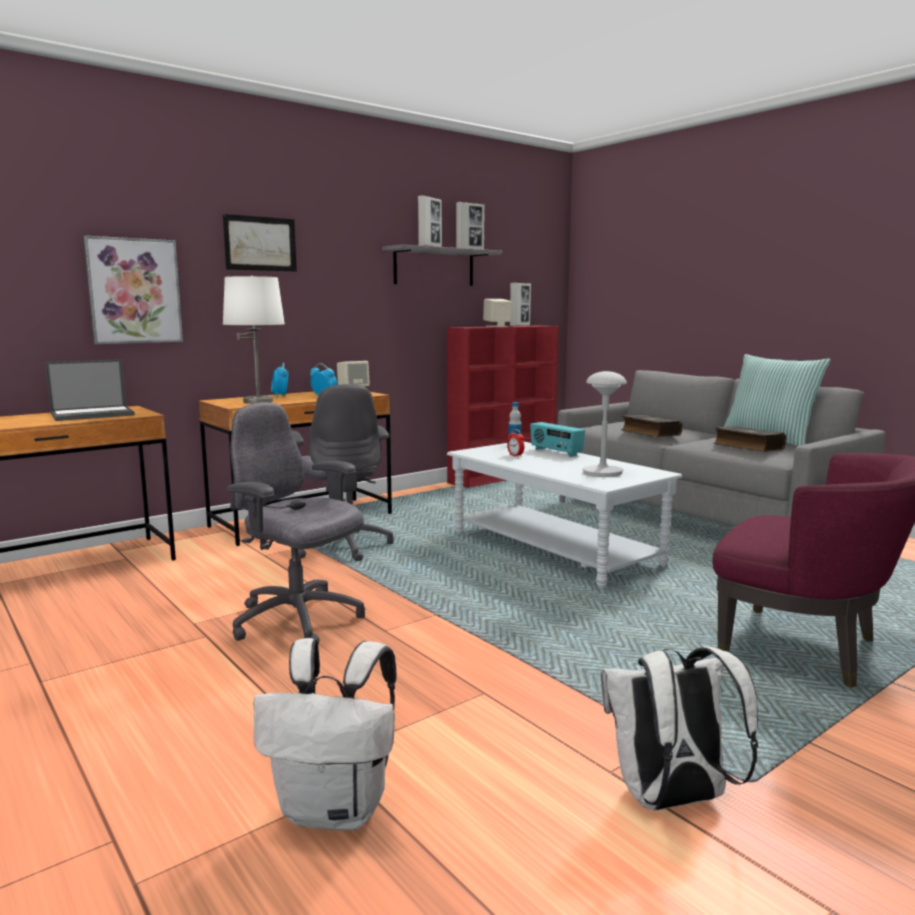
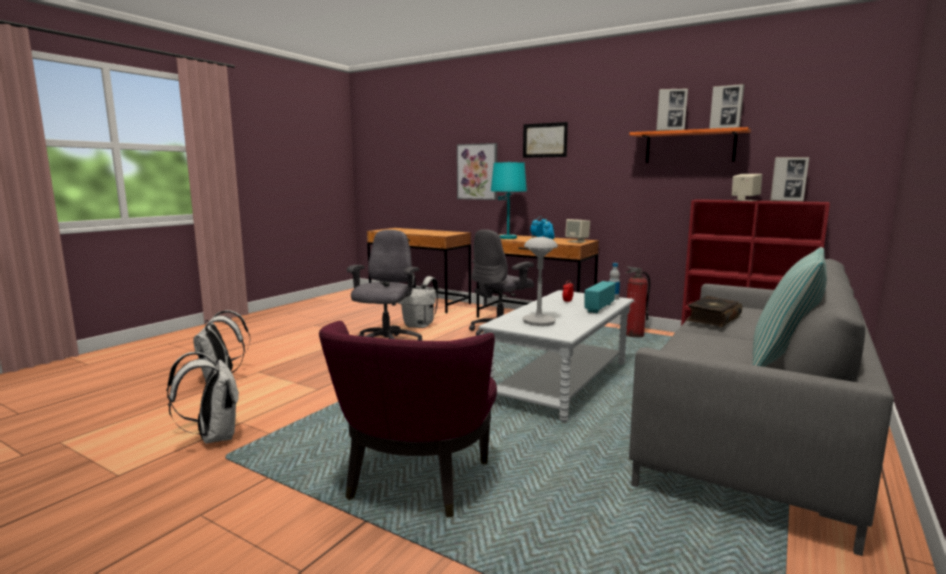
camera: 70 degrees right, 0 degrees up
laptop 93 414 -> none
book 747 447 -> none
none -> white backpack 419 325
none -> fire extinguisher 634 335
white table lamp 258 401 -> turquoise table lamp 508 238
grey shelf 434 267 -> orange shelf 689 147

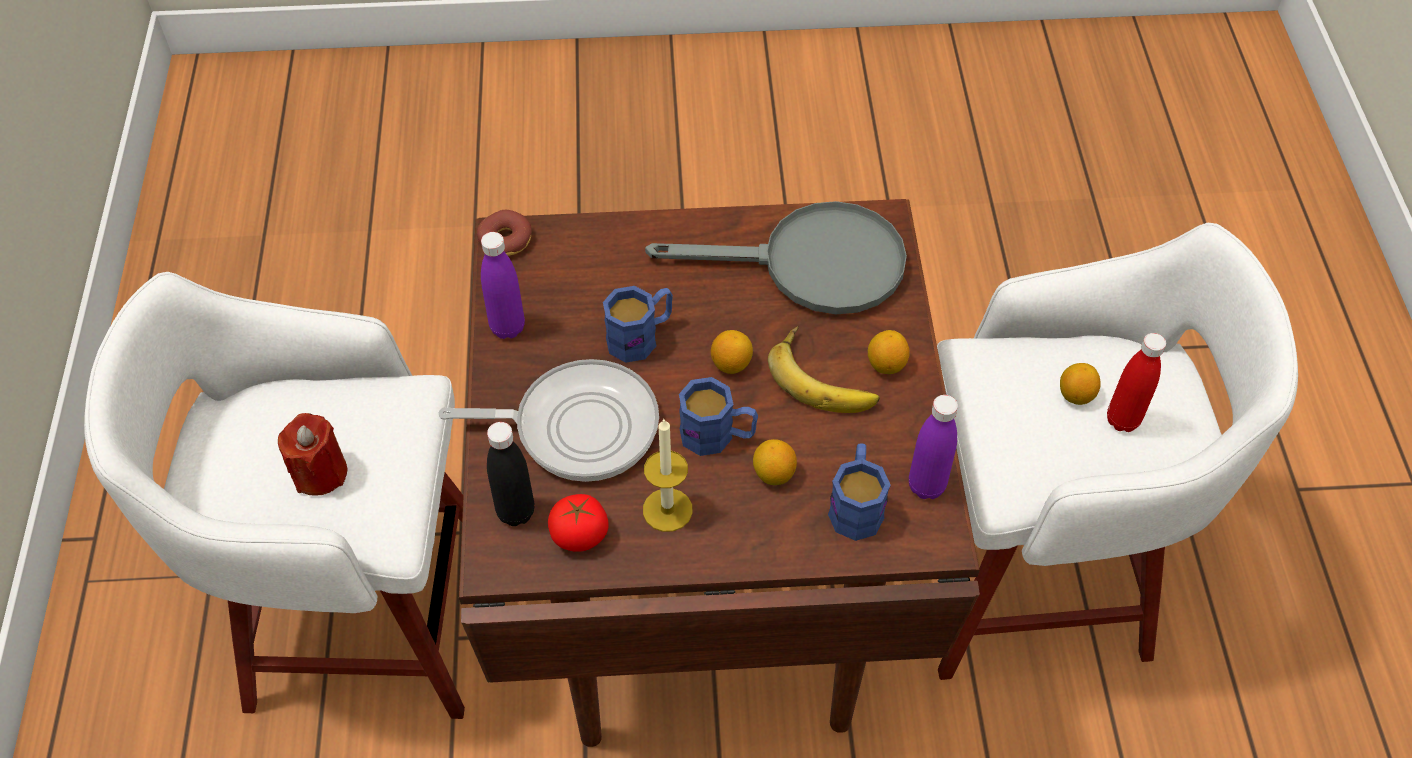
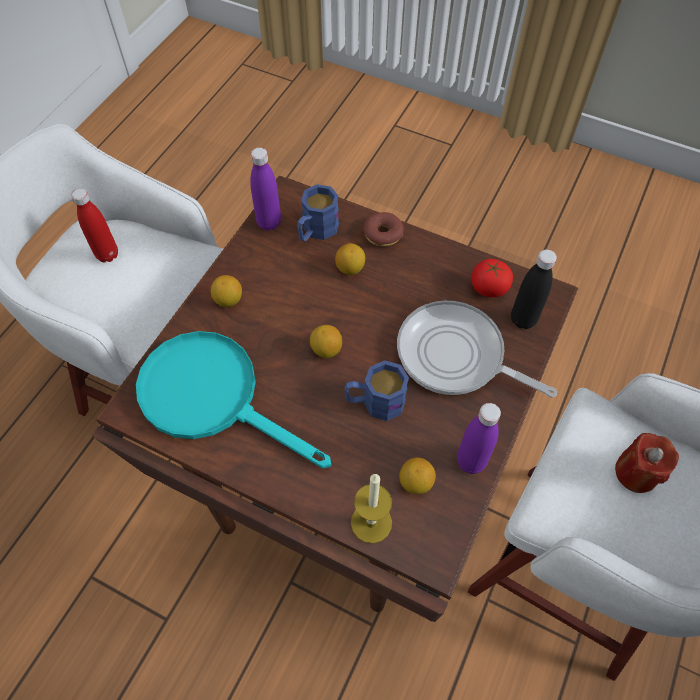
camera: 150 degrees left, 5 degrees up
blue mug 717 435 -> none
banana 824 377 -> none
donut 506 239 -> donut 383 234, move
candle 667 510 -> candle 371 522, move
lemon 1075 395 -> lemon 415 482, move
grey frying pan 812 265 -> turquoise frying pan 214 397

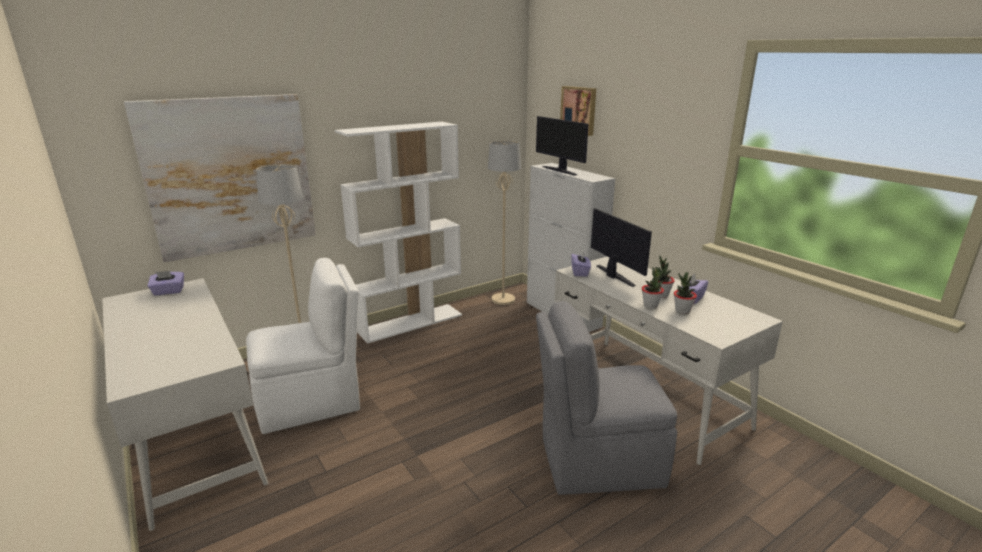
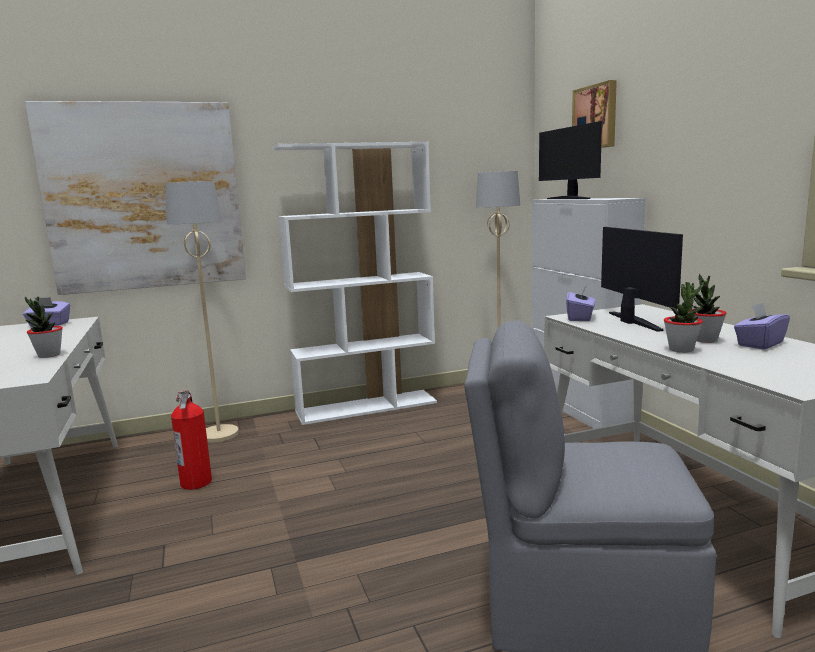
camera: 15 degrees right, 10 degrees down
potted plant 682 311 -> potted plant 49 355, move
white chair 311 402 -> fire extinguisher 197 482

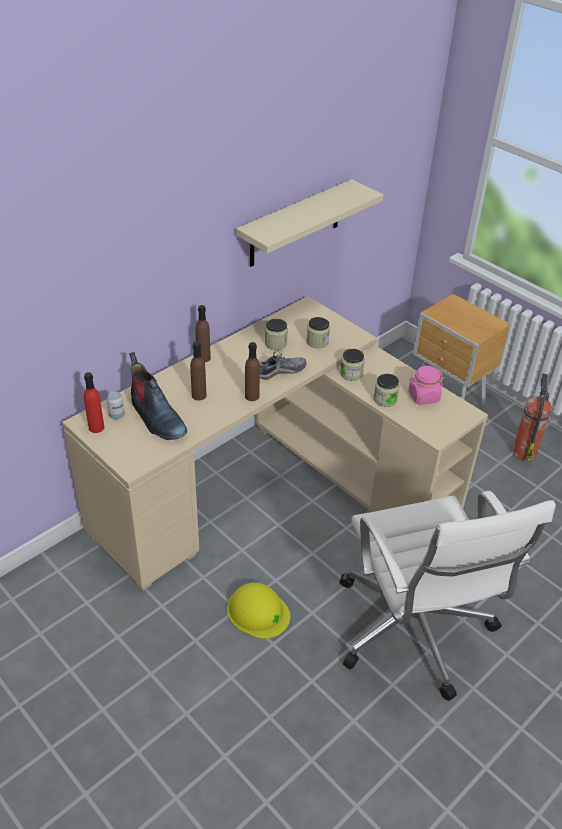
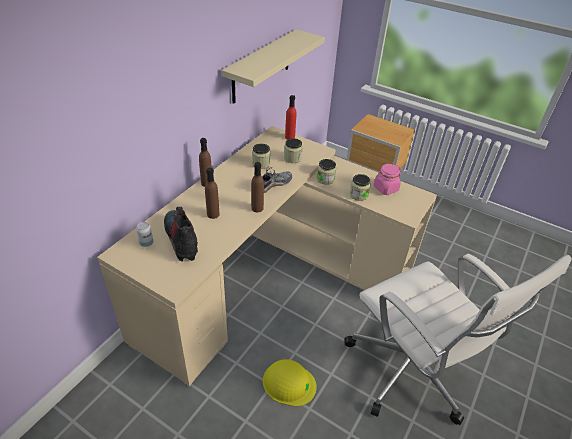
camera: 15 degrees left, 0 degrees up
fire extinguisher 523 452 -> none
red bottle 96 427 -> red bottle 290 137, move
boot 156 418 -> boot 182 239, 150 degrees counterclockwise

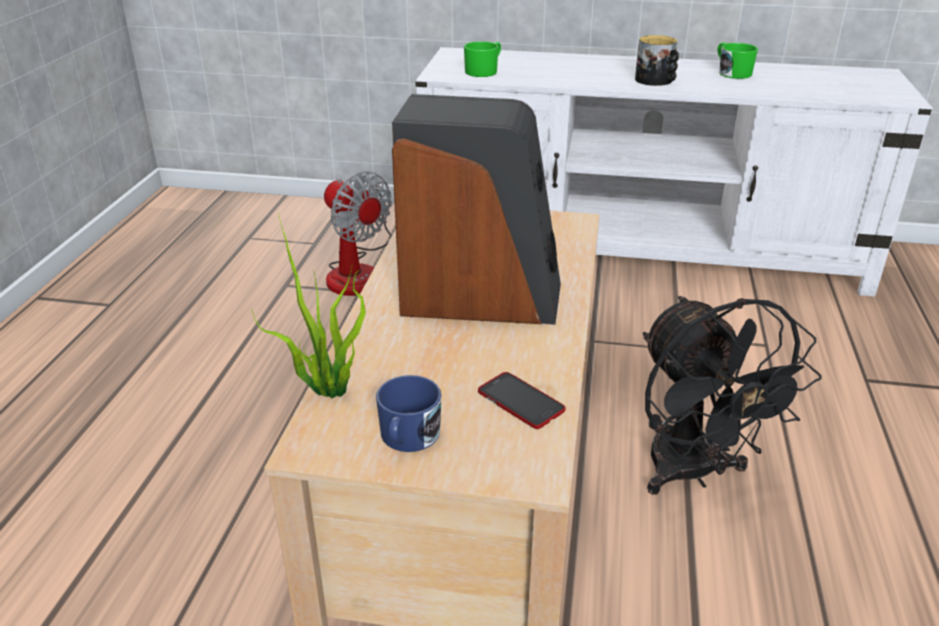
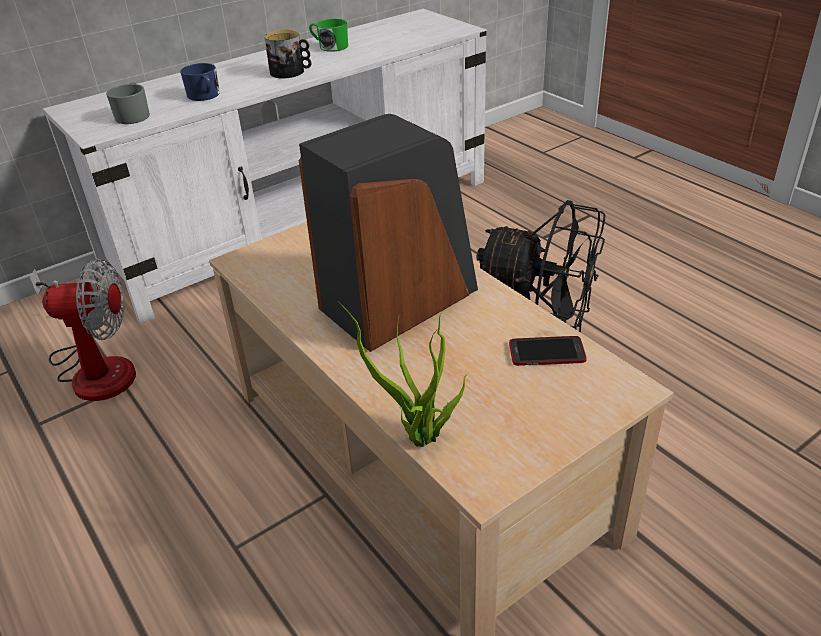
camera: 45 degrees left, 5 degrees up
blue mug 407 438 -> blue mug 205 96, move
green mug 484 71 -> grey mug 134 115

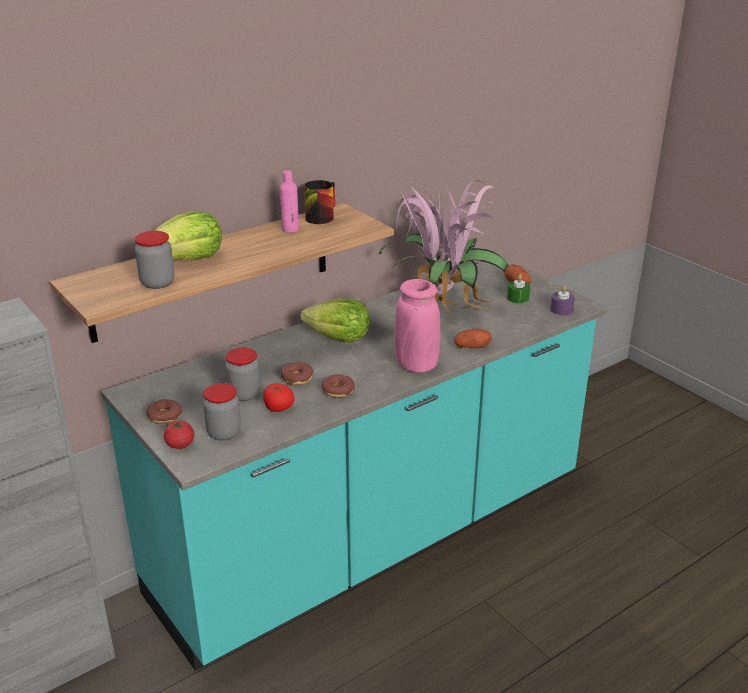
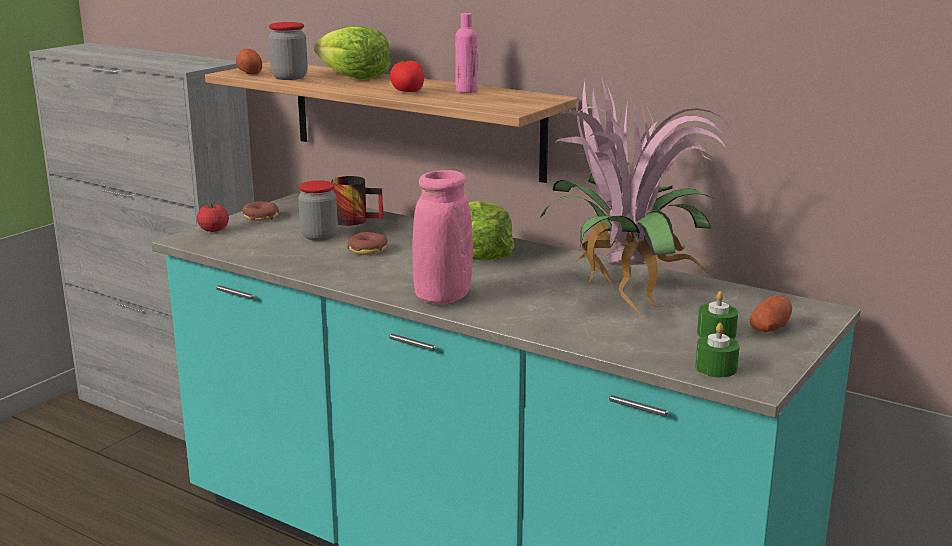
camera: 70 degrees right, 10 degrees down
jar 224 433 -> none
donut 338 391 -> none
tomato 278 408 -> tomato 408 92, move
mug 320 216 -> mug 357 219, move
potato 472 347 -> potato 249 73, move
purple candle 561 309 -> green candle 716 368

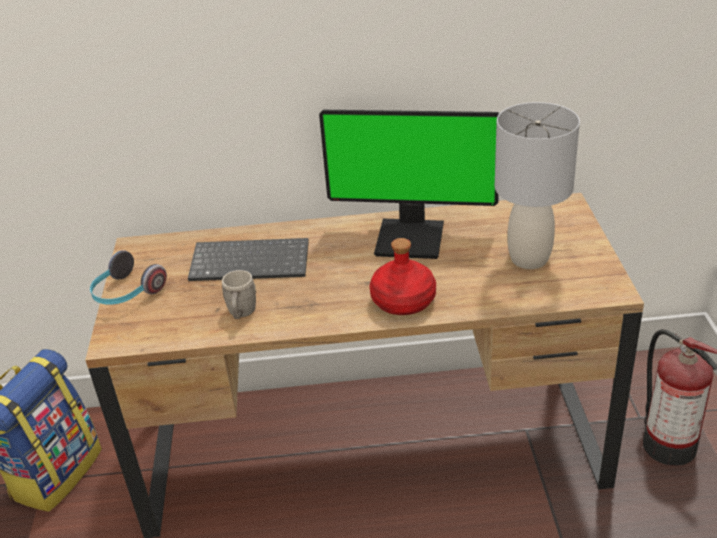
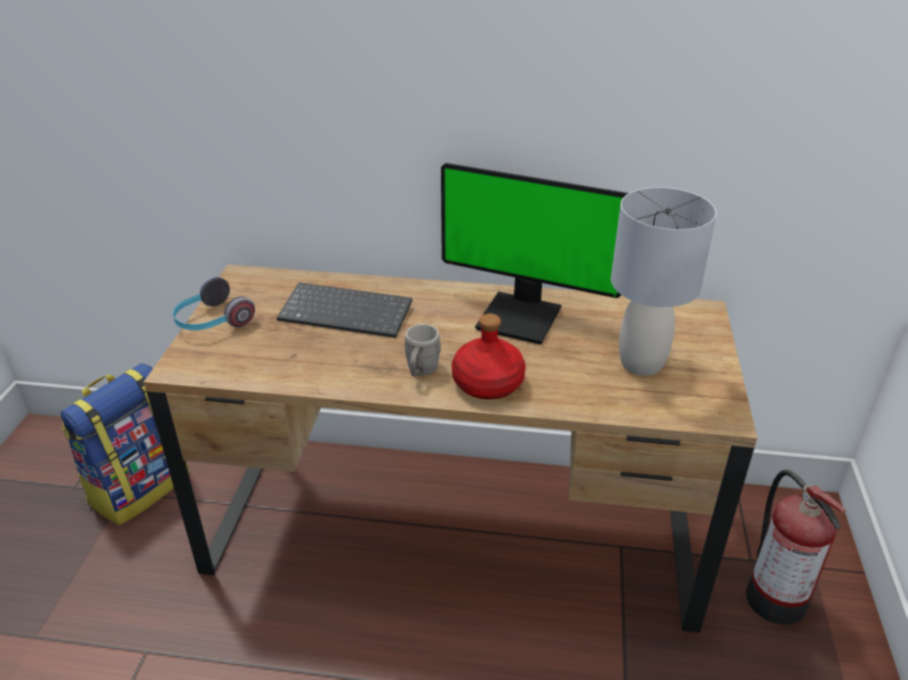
camera: 10 degrees right, 0 degrees up
grey mug 241 313 -> grey mug 421 371, move

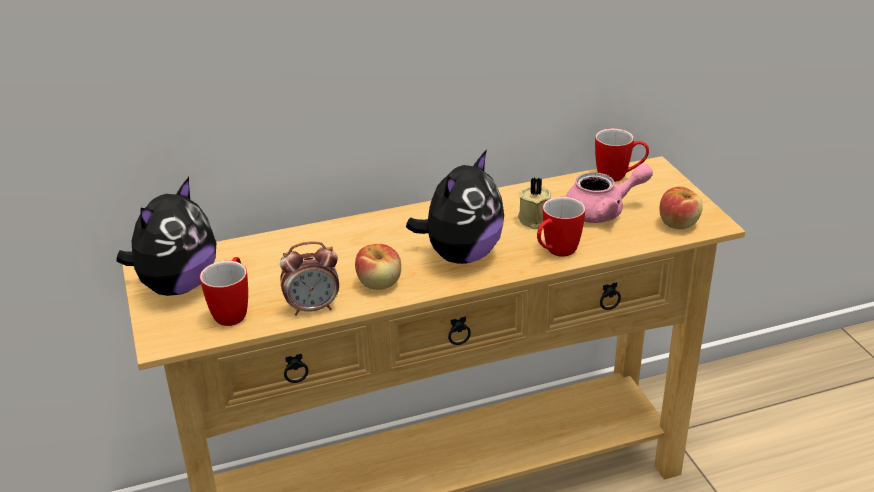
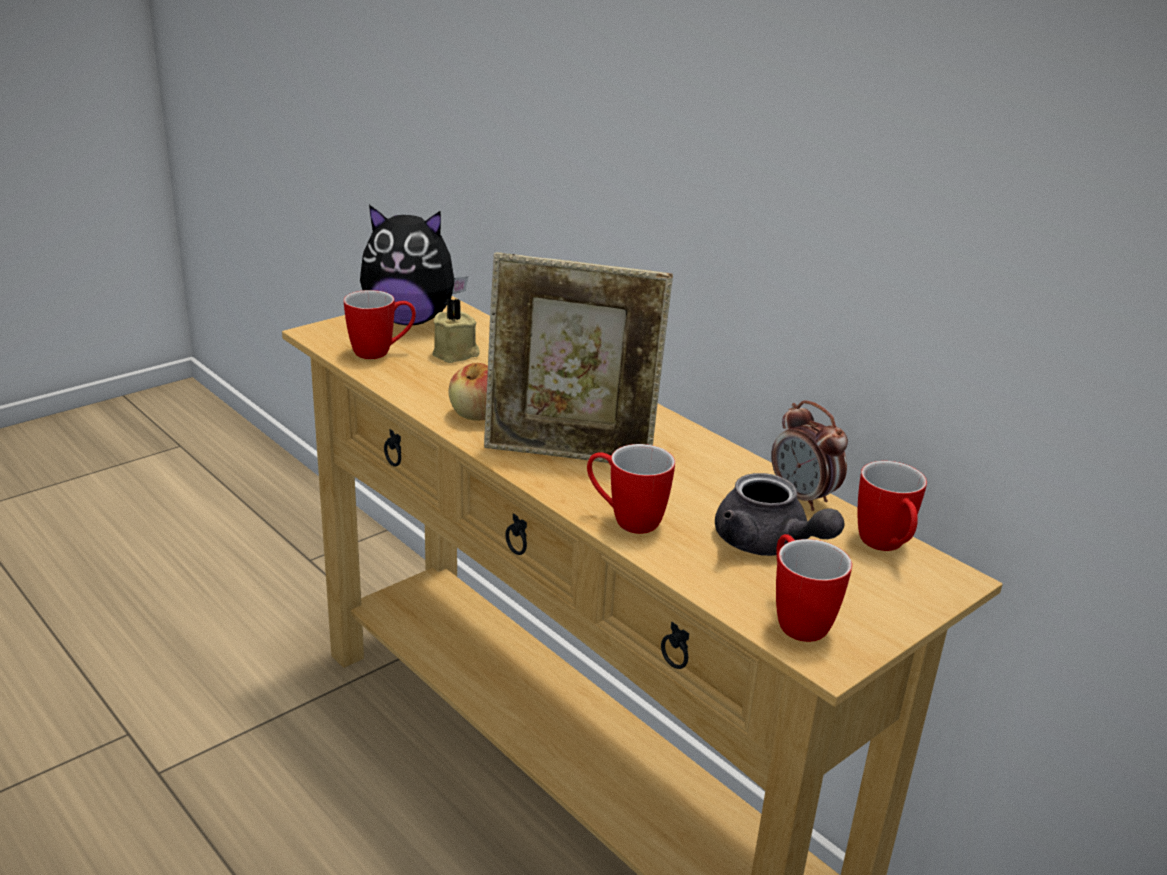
camera: 65 degrees right, 5 degrees down
alarm clock 313 308 -> alarm clock 803 498, move
beige candle 536 219 -> beige candle 456 354, move
plush toy 461 255 -> picture frame 570 454
apple 678 223 -> mug 795 619
pink teapot 603 211 -> grey teapot 768 545

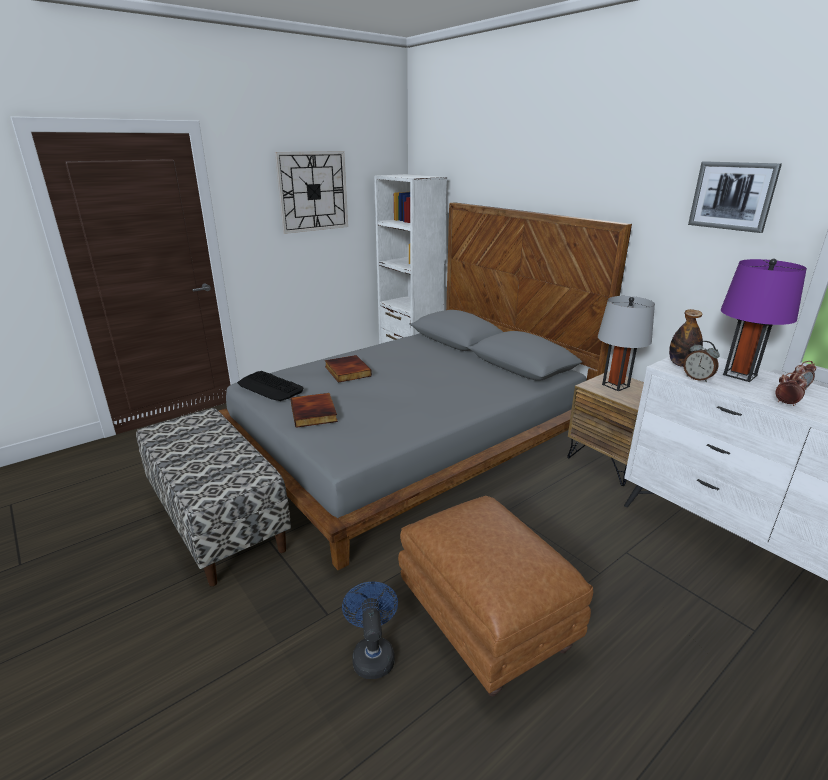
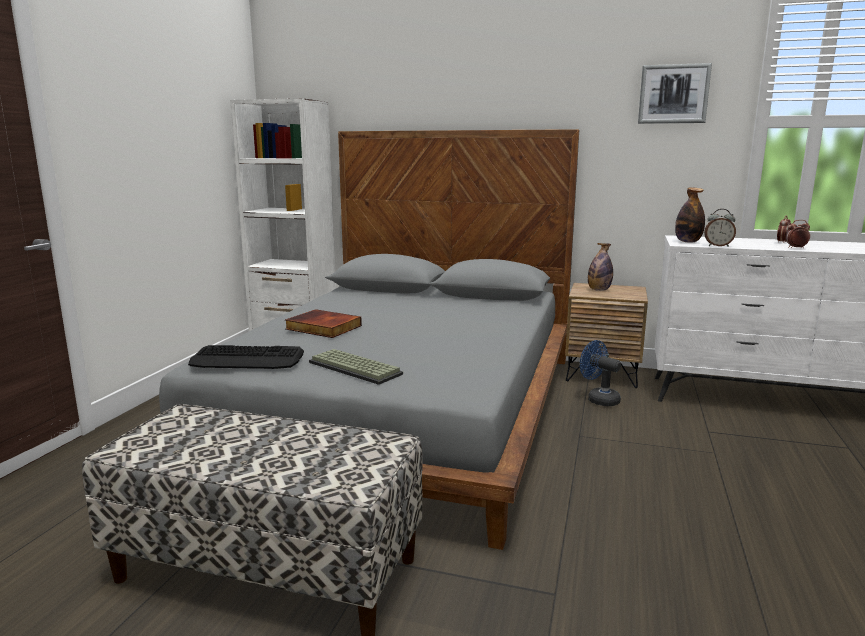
camera: 35 degrees left, 10 degrees down
wall clock 313 191 -> none
brown ottoman 483 620 -> none
purple table lamp 739 375 -> none
blue fan 372 654 -> blue fan 598 399, move
book 315 413 -> keyboard 357 368
grey table lamp 615 385 -> bottle 599 290

